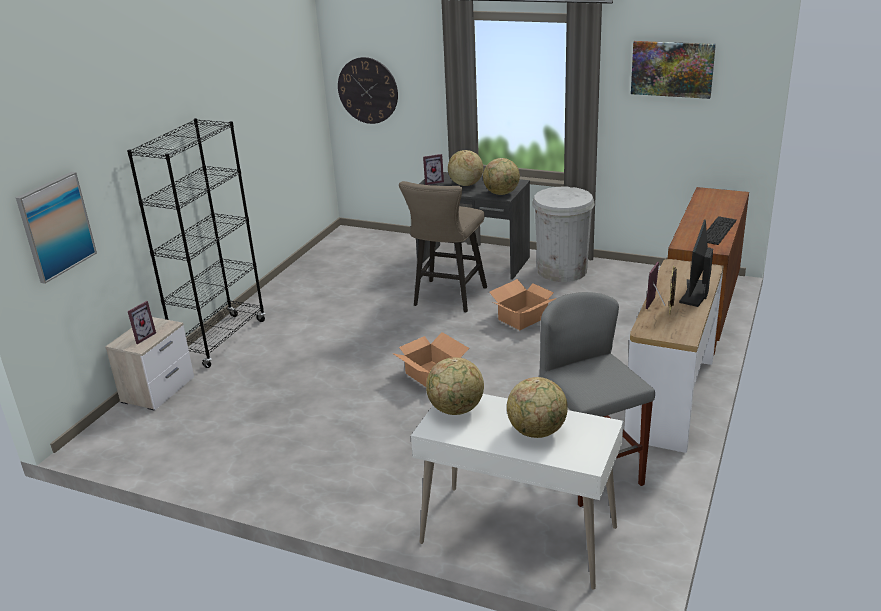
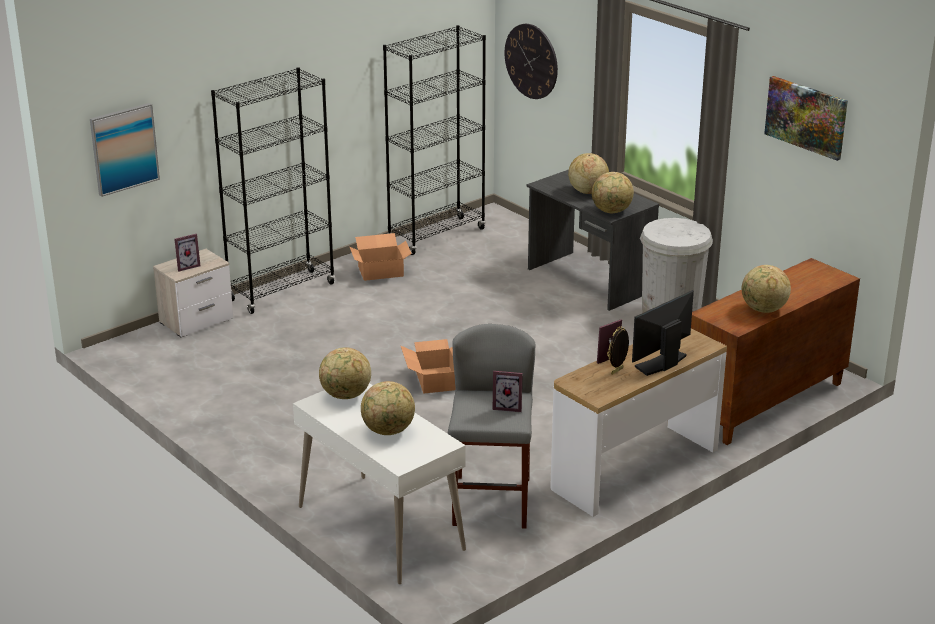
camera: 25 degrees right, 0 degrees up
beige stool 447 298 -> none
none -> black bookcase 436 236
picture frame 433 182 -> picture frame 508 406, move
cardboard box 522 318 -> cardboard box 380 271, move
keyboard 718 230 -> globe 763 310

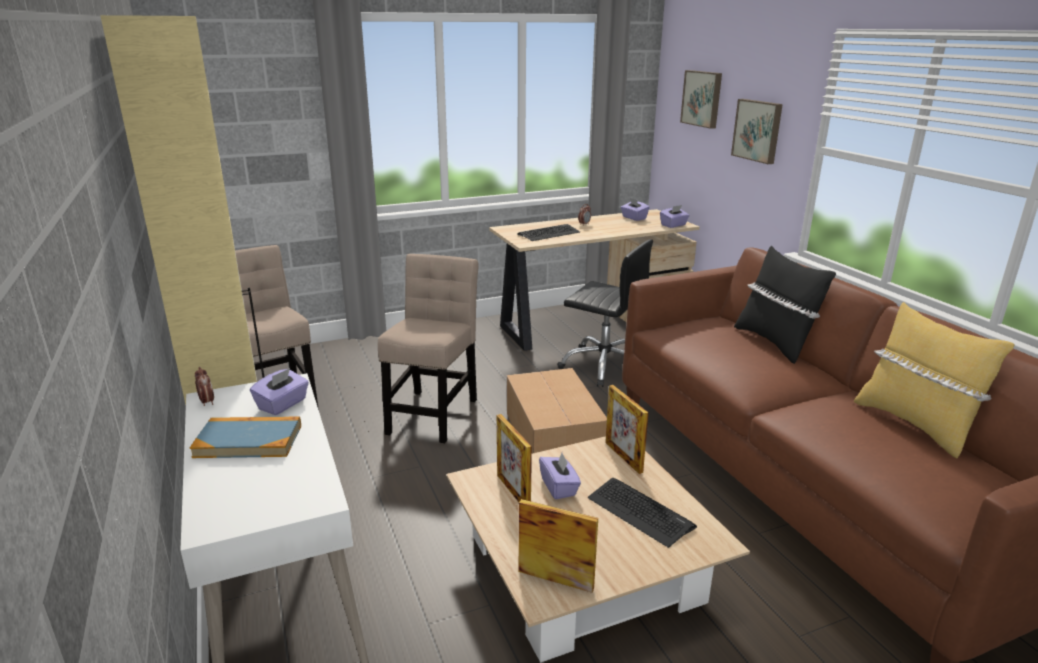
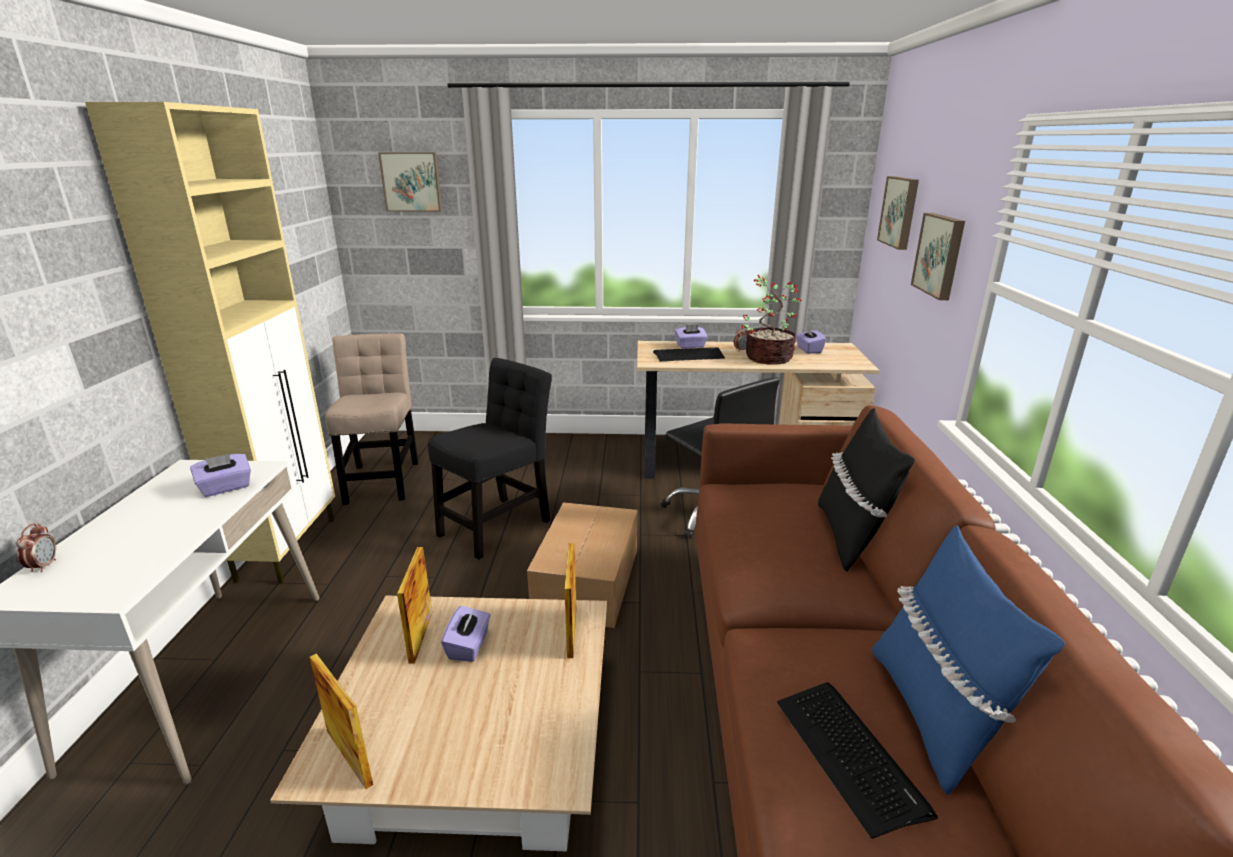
camera: 25 degrees right, 0 degrees up
book 248 441 -> none
none -> picture 412 182
none -> potted plant 767 358
alarm clock 207 402 -> alarm clock 44 566, move
keyboard 640 512 -> keyboard 849 754, move
purple tissue box 673 225 -> purple tissue box 690 346, move
beige chair 433 413 -> black chair 498 525
yellow pillow 914 424 -> blue pillow 933 714

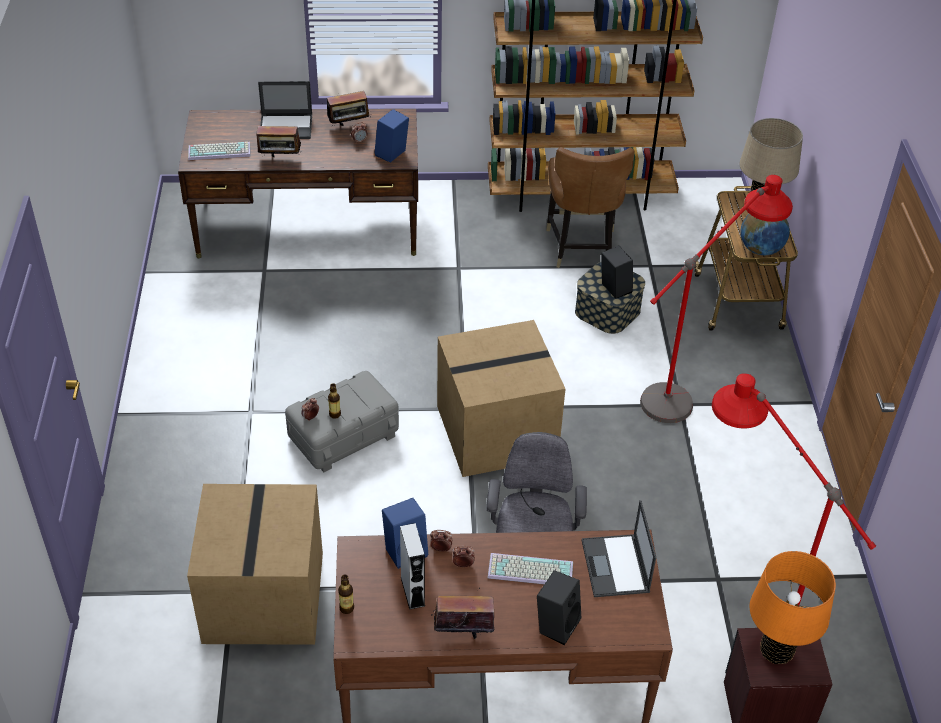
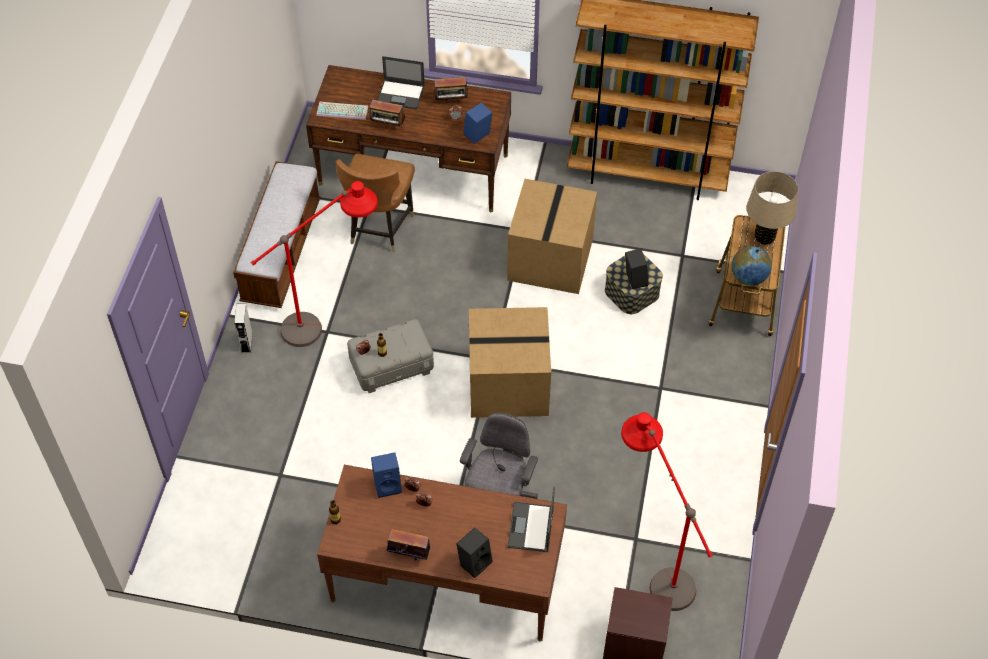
camera: 15 degrees right, 10 degrees up
keyboard 529 572 -> none
orange table lamp 776 651 -> none
none -> bench 282 251
cardboard box 262 596 -> cardboard box 549 258, move
grey speaker 412 591 -> grey speaker 246 342, move
brown chair 581 248 -> brown chair 379 228, move
red floor lamp 693 387 -> red floor lamp 329 320, move

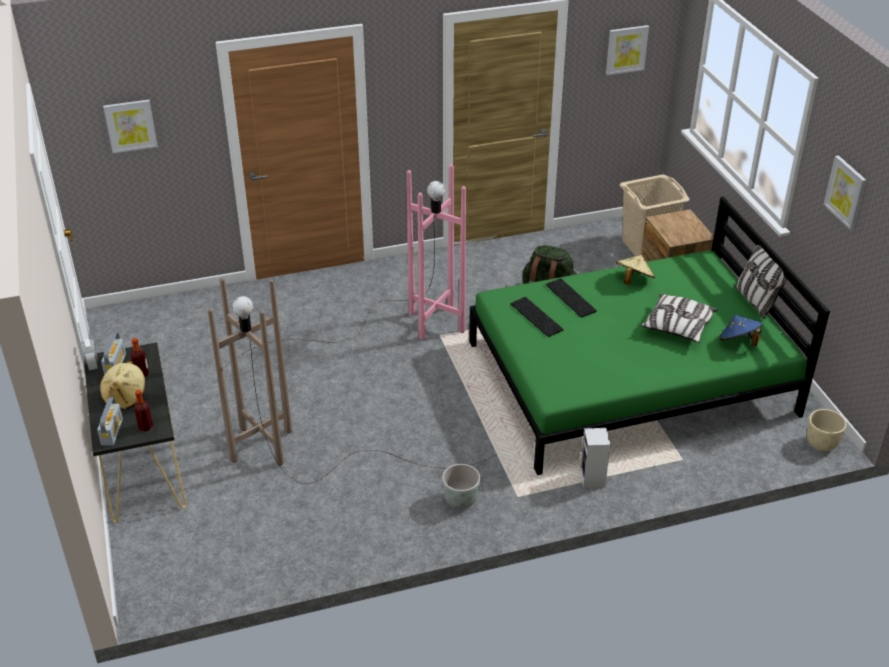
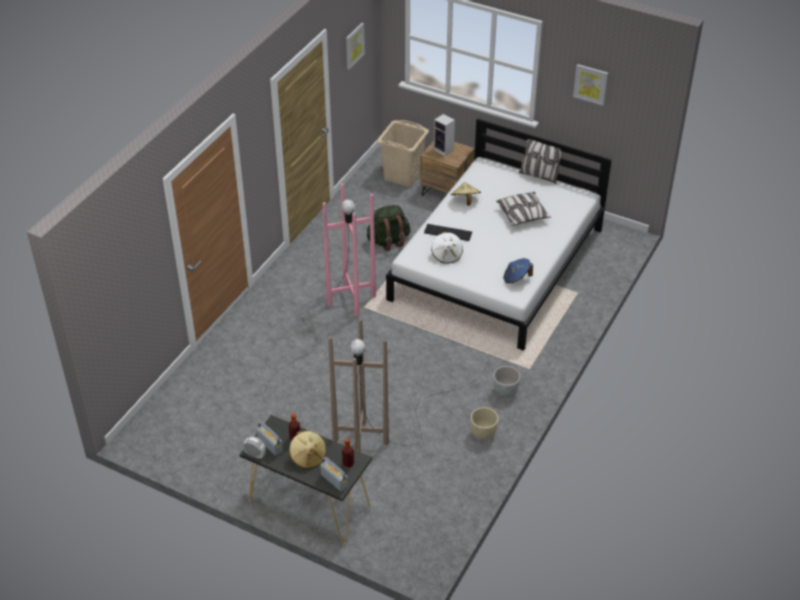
camera: 45 degrees left, 5 degrees up
picture 130 125 -> none
speaker 593 480 -> speaker 444 150, move
blue hat 738 342 -> blue hat 516 278, move
beige planter 821 444 -> beige planter 483 433, move
keyboard 537 317 -> white hat 447 255
green bed 630 378 -> white bed 498 264

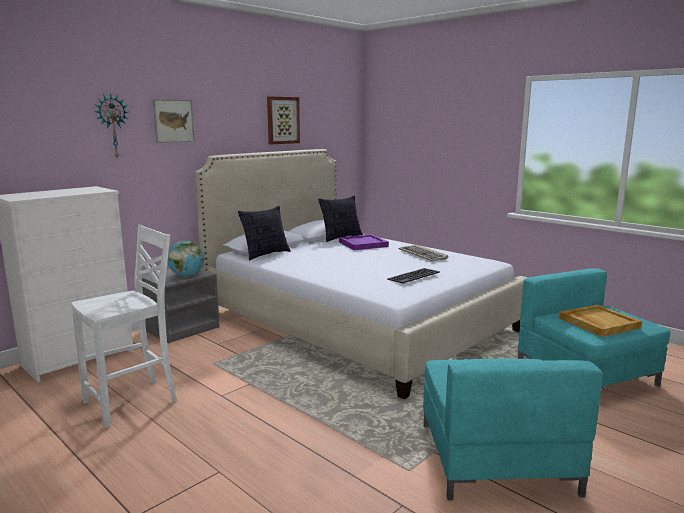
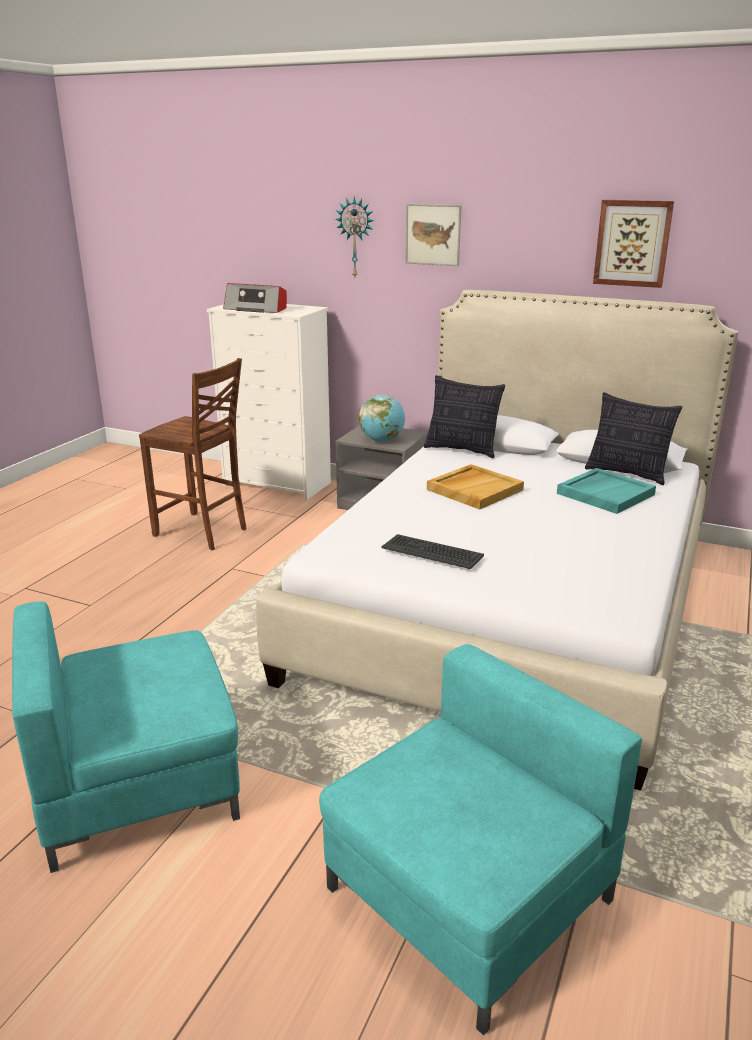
camera: 70 degrees right, 10 degrees up
keyboard 423 255 -> none
none -> radio 256 309
beige tray 598 323 -> beige tray 474 489, move
white chair 133 402 -> brown chair 202 532
purple tray 362 244 -> turquoise tray 605 493

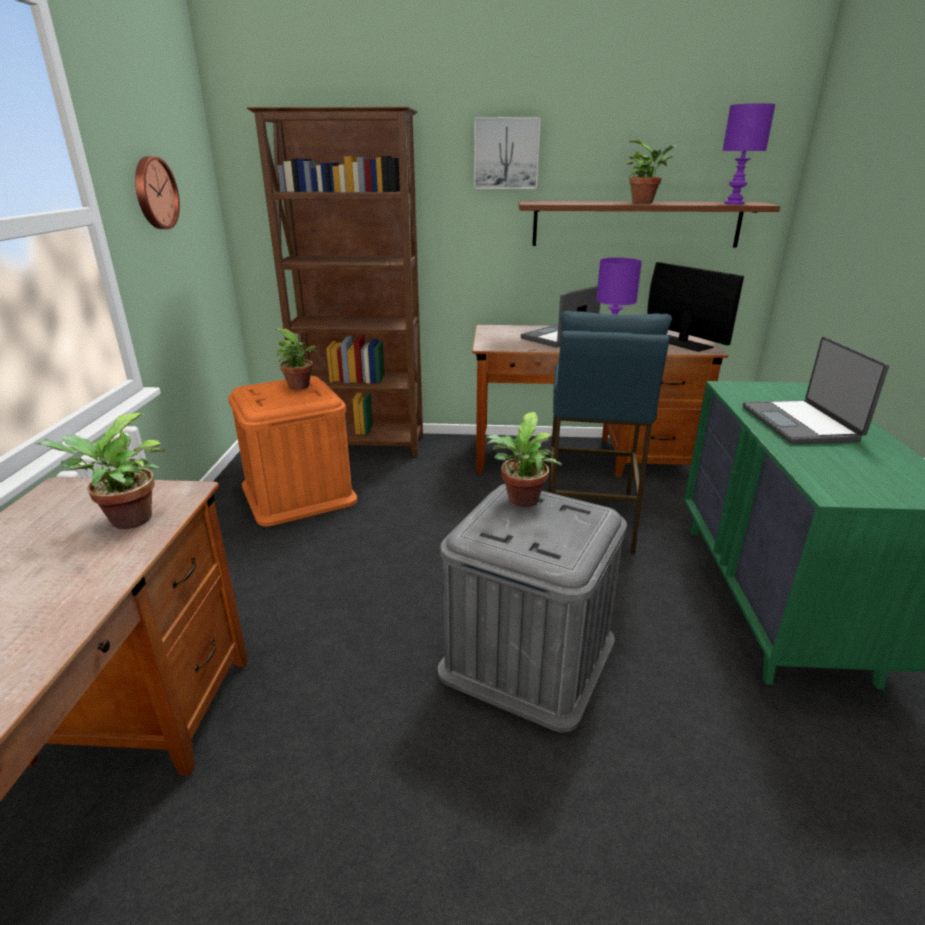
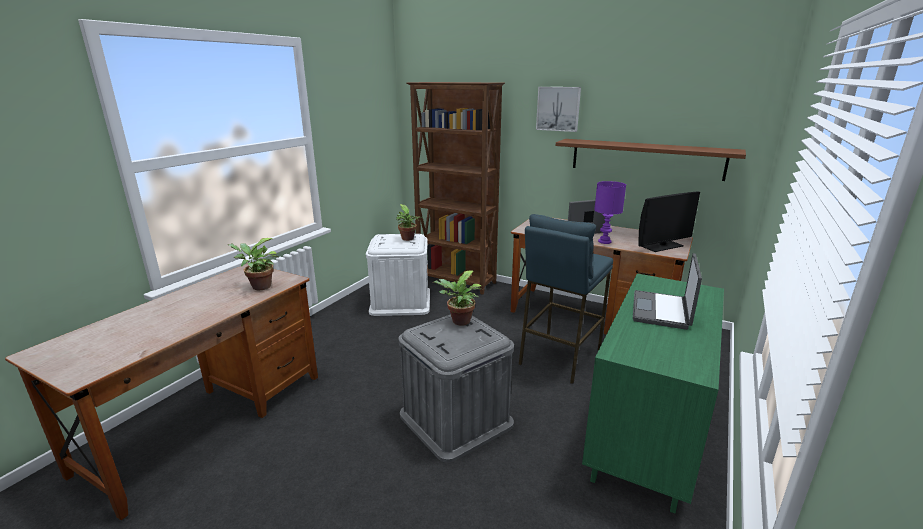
camera: 25 degrees right, 5 degrees down
wall clock 154 193 -> none
potted plant 645 203 -> none
purple table lamp 733 203 -> none
orange storage box 298 493 -> white storage box 400 301
monitor 682 343 -> monitor 662 246, 75 degrees clockwise

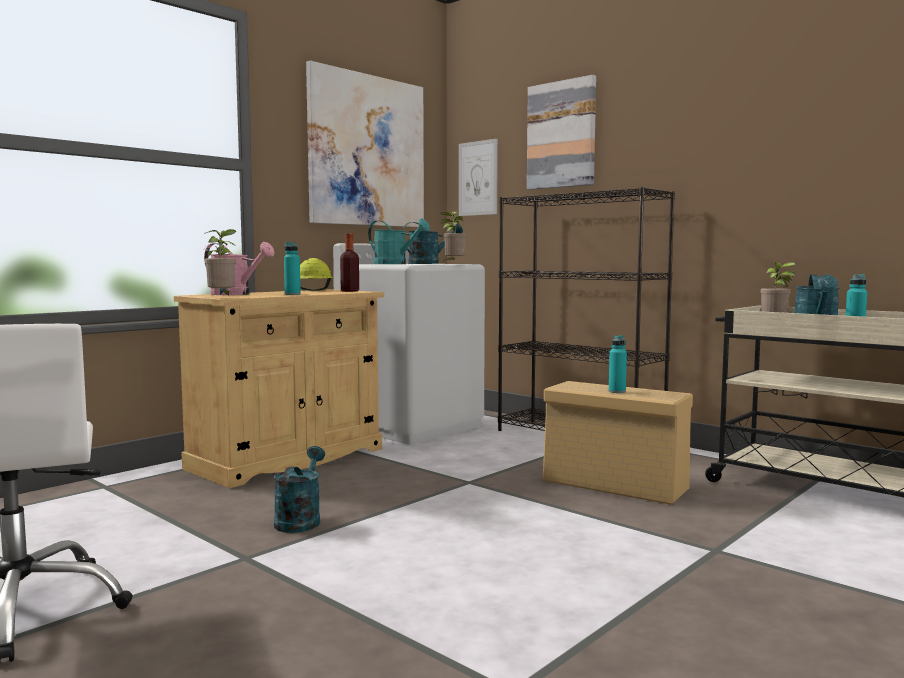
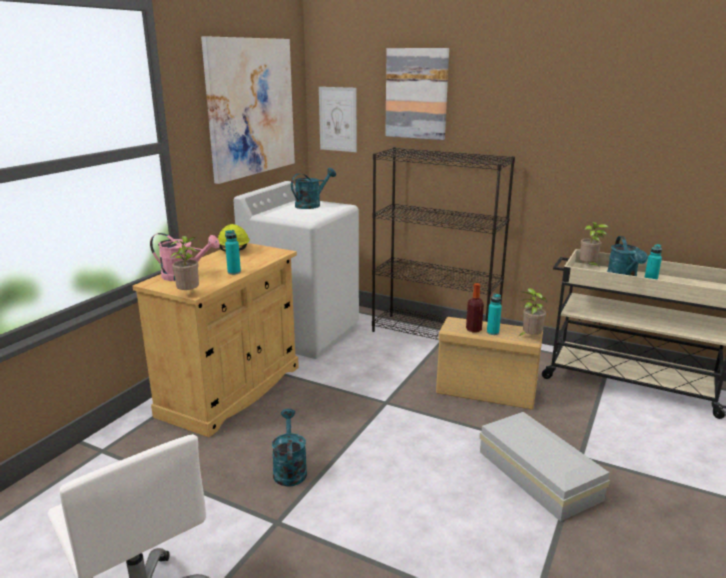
camera: 15 degrees left, 15 degrees up
turquoise watering can 395 264 -> none
none -> white storage box 538 476
bottle 350 291 -> bottle 473 329, move
potted plant 453 264 -> potted plant 530 337, move

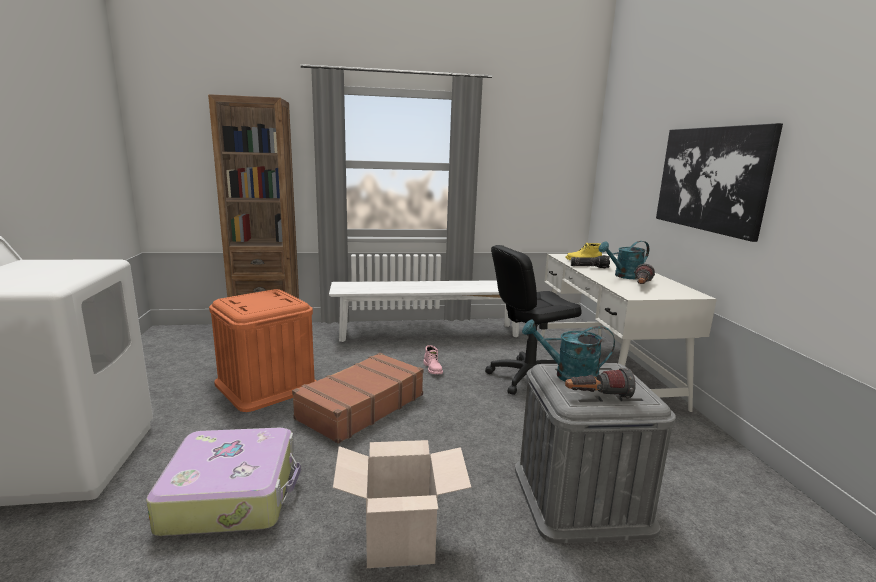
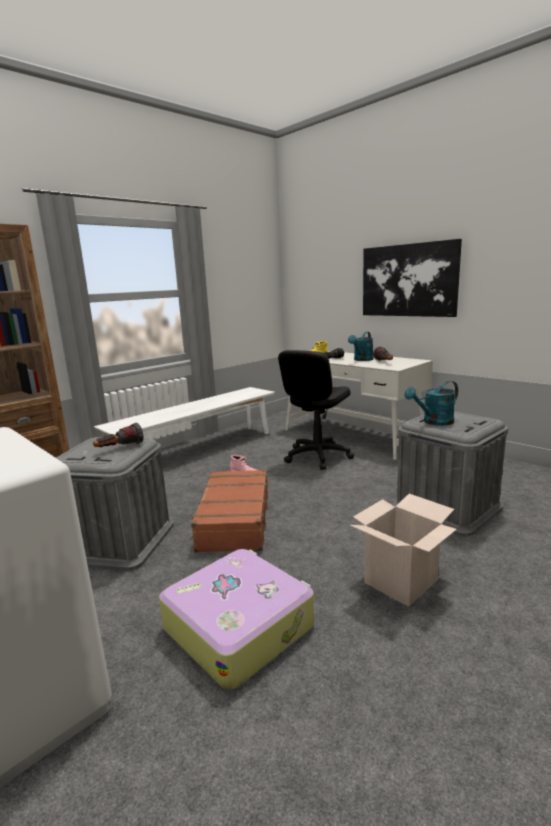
camera: 35 degrees left, 0 degrees up
flashlight 597 397 -> flashlight 119 448, move
orange storage box 266 385 -> grey storage box 118 541

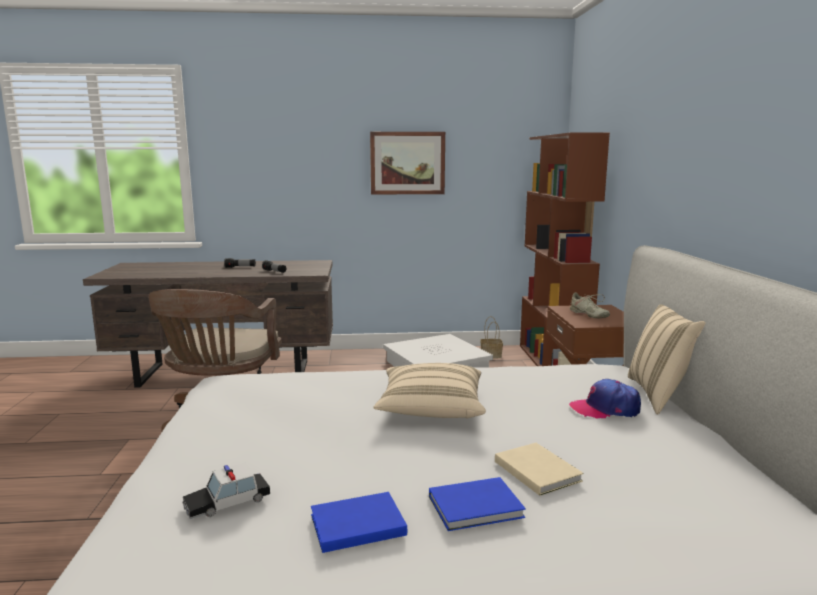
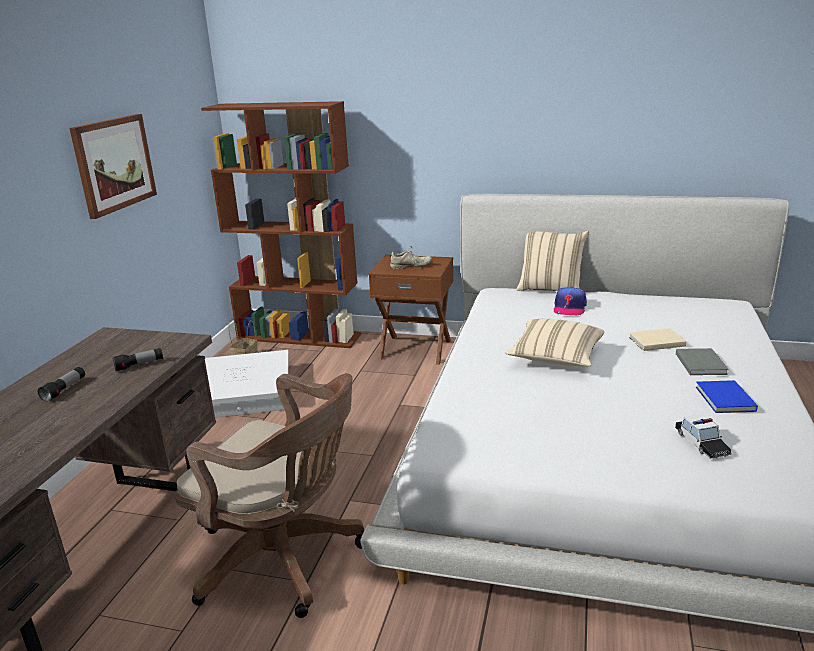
camera: 70 degrees left, 10 degrees up
blue book 478 507 -> grey book 701 363

